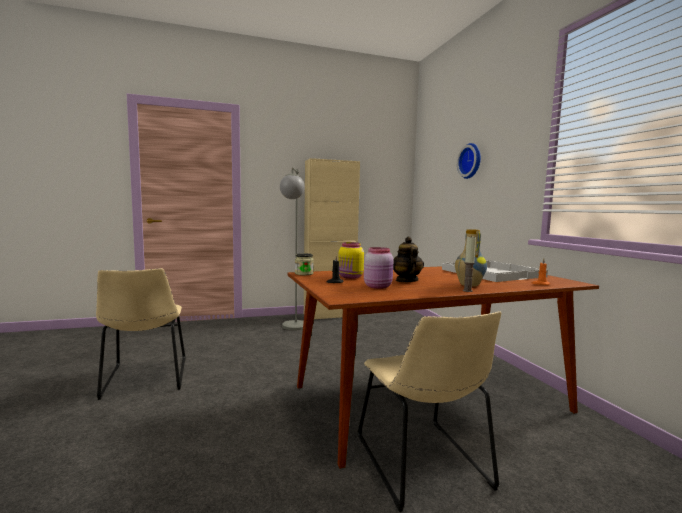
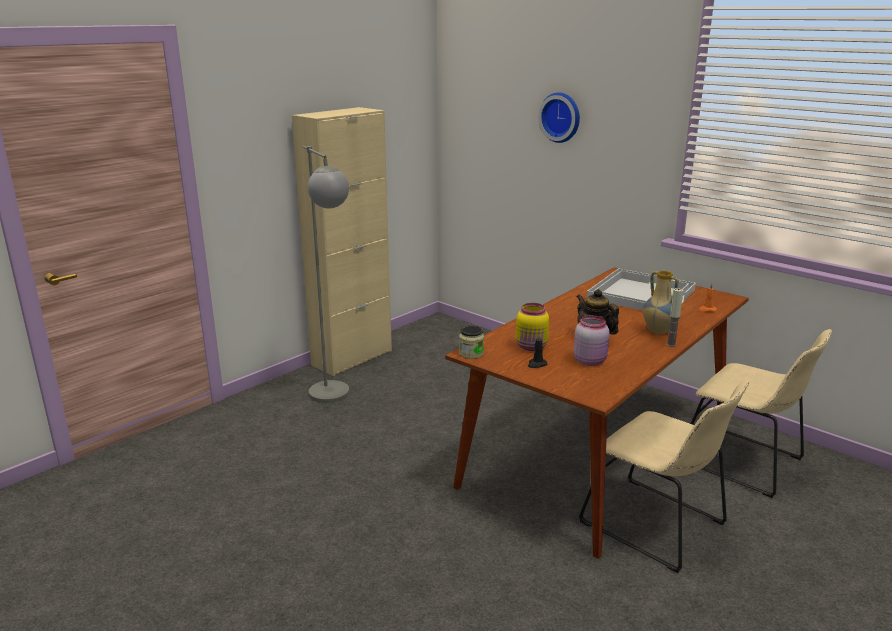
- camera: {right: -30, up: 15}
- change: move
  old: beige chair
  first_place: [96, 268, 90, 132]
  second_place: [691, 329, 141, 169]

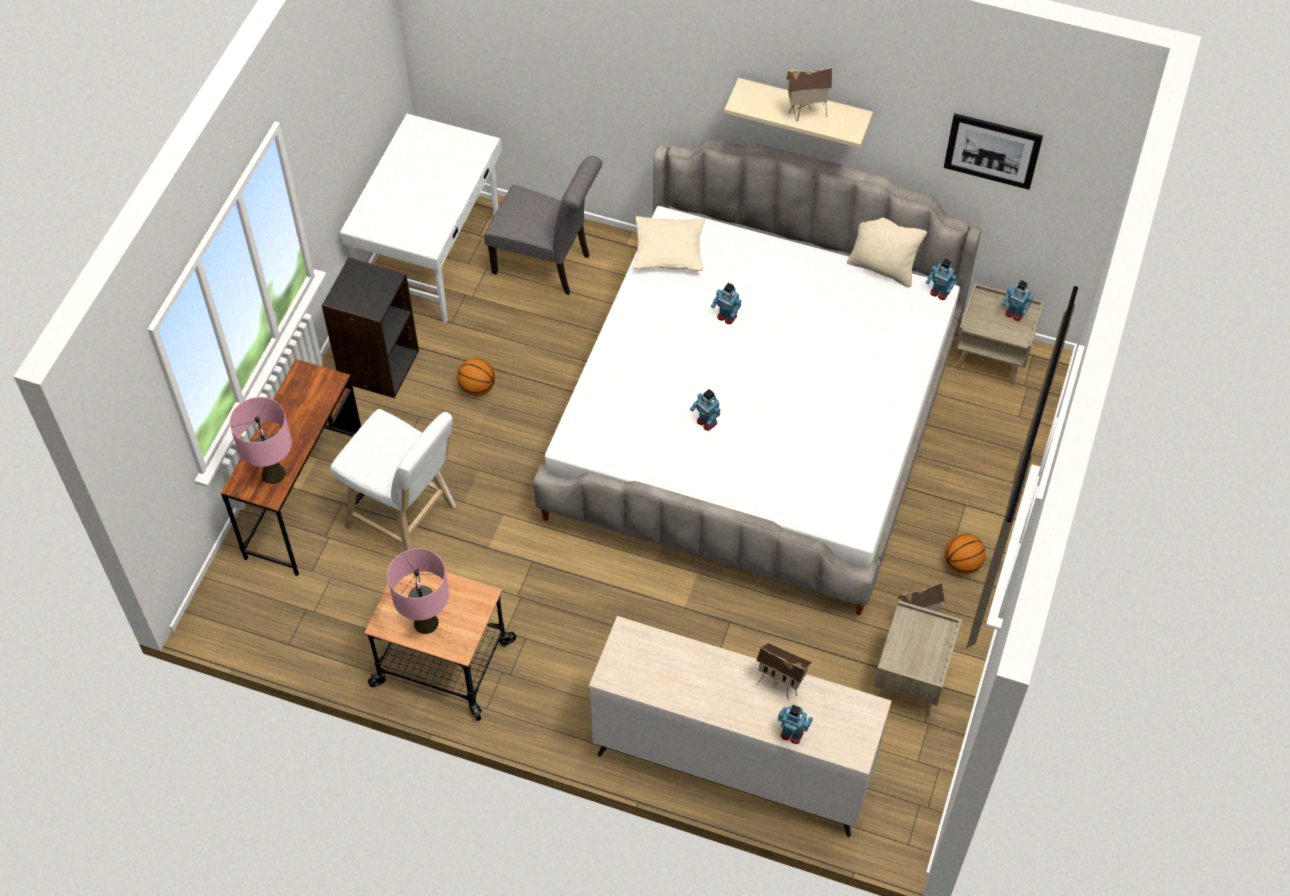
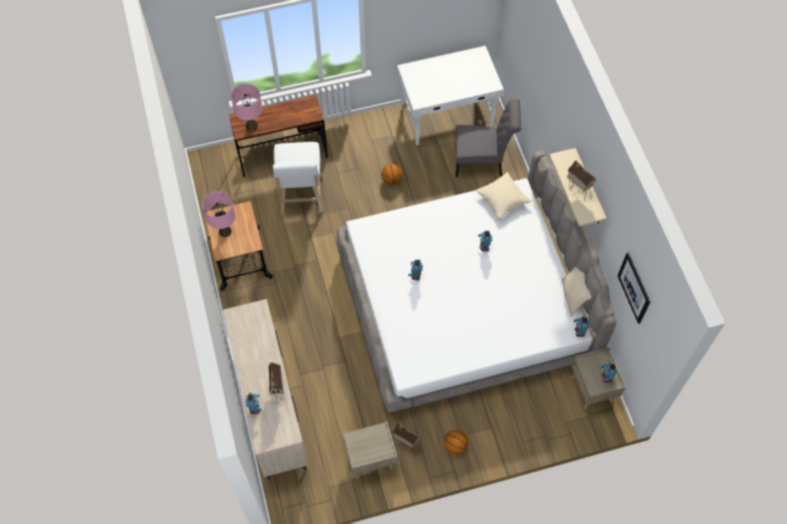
- camera: {right: 55, up: 5}
- change: delete
  old: black bookcase
  first_place: [321, 257, 98, 141]
- change: rotate
  old: grey chair
  first_place: [484, 156, 119, 139]
  second_place: [455, 98, 66, 79]
  degrees: -75

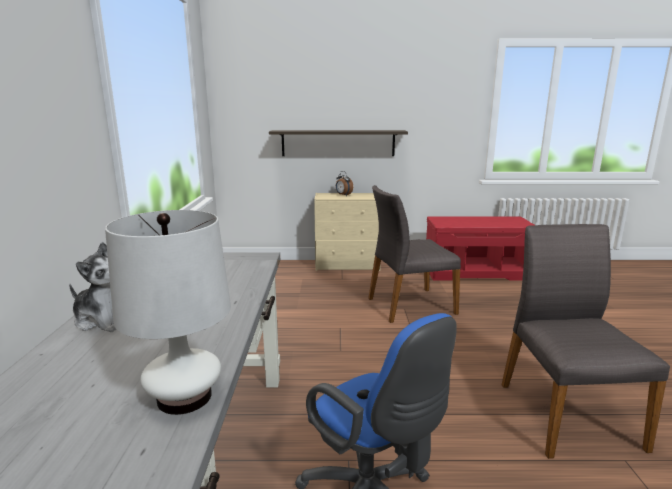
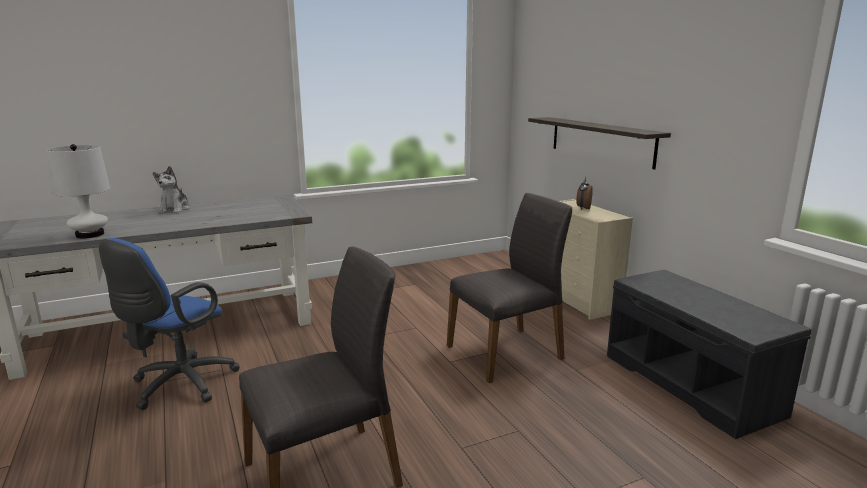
- camera: {right: 65, up: 0}
- change: recolor
  old: red bench
  new: grey bench
  first_place: [426, 216, 108, 65]
  second_place: [607, 270, 205, 169]
- change: rotate
  old: grey chair
  first_place: [368, 185, 93, 138]
  second_place: [447, 193, 126, 190]
  degrees: 105

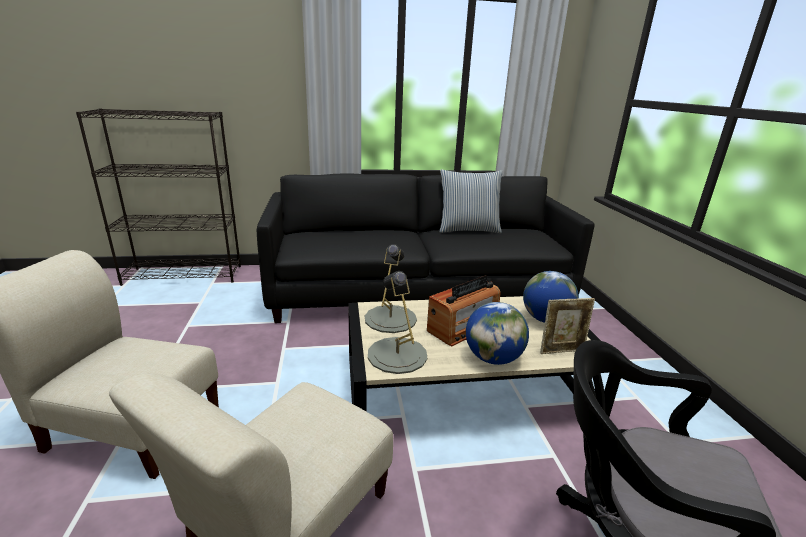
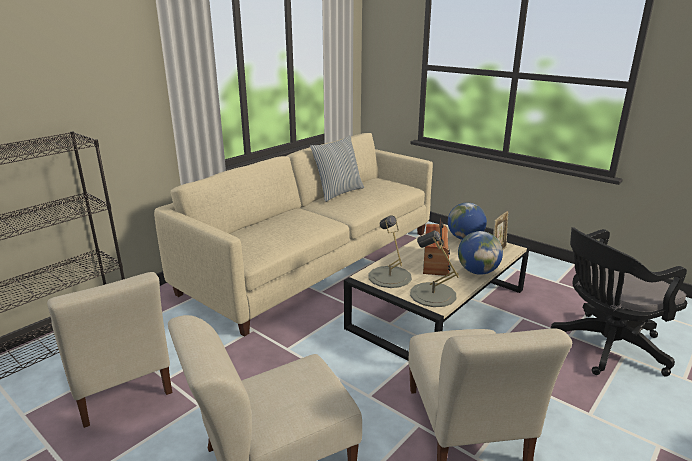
- camera: {right: -40, up: 0}
- change: insert
  new: beige chair
  second_place: [47, 272, 125, 156]
- change: recolor
  old: black sofa
  new: beige sofa
  first_place: [257, 174, 338, 149]
  second_place: [154, 133, 279, 204]

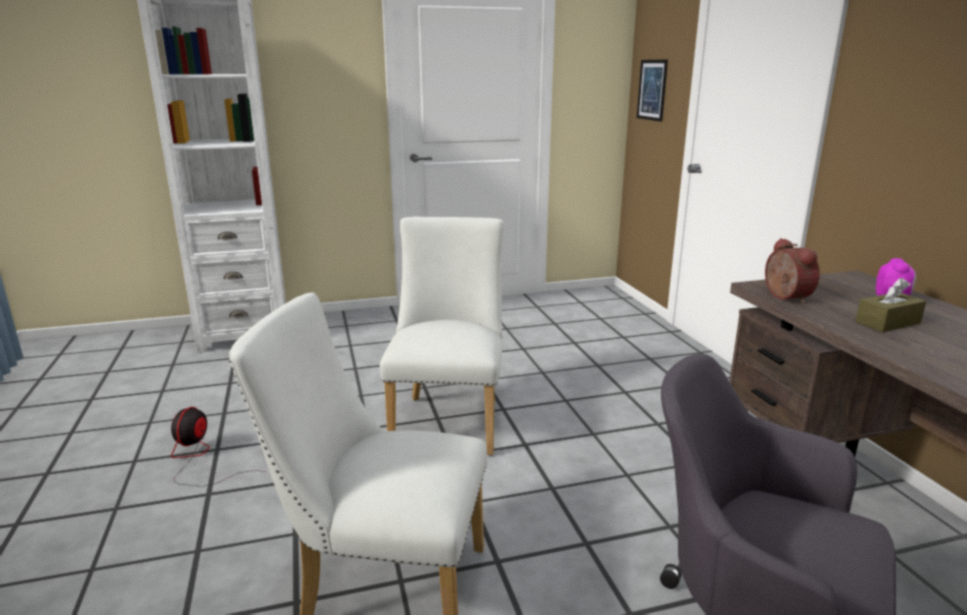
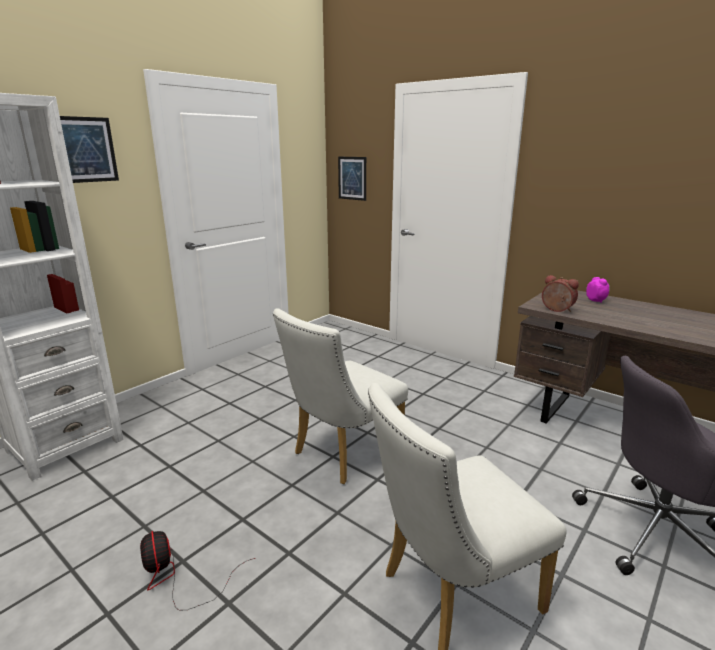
- camera: {right: -35, up: 0}
- change: delete
  old: brown tissue box
  first_place: [855, 278, 71, 54]
- change: insert
  new: picture
  second_place: [60, 116, 59, 67]
- change: rotate
  old: white chair
  first_place: [380, 217, 124, 239]
  second_place: [273, 308, 135, 176]
  degrees: -105

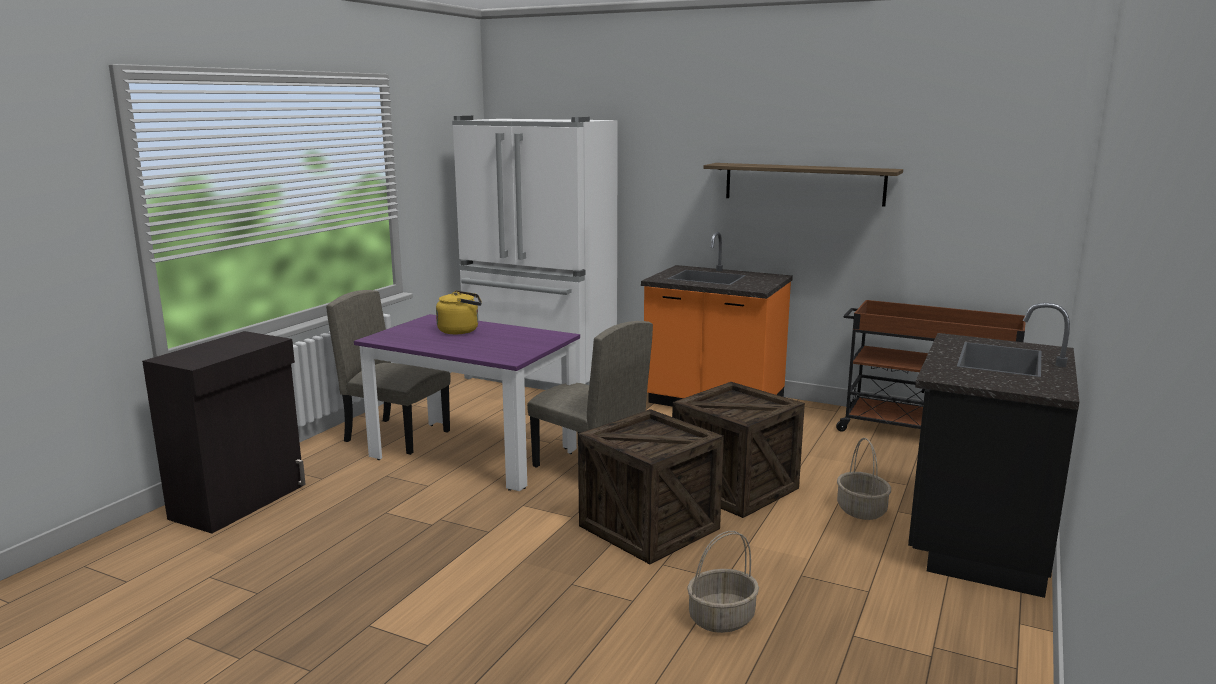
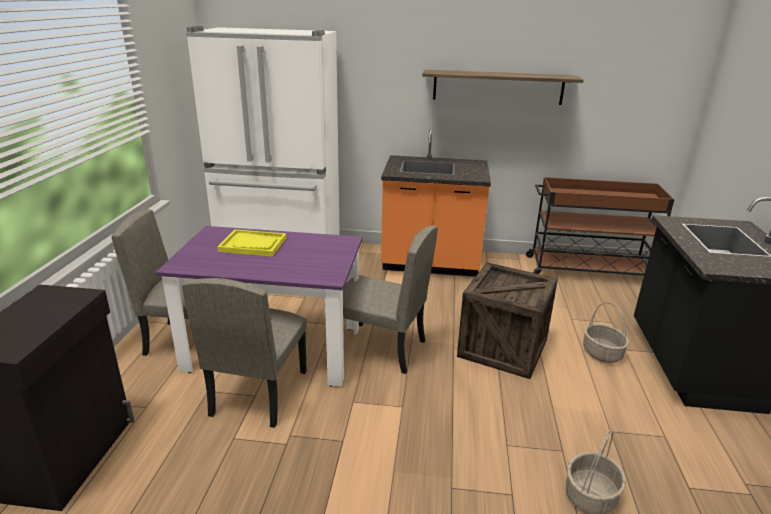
- camera: {right: -20, up: 10}
- change: delete
  old: crate
  first_place: [578, 409, 146, 155]
- change: insert
  new: beige chair
  second_place: [182, 278, 125, 150]
- change: replace
  old: yellow kettle
  new: yellow tray
  first_place: [436, 290, 46, 44]
  second_place: [217, 229, 69, 28]

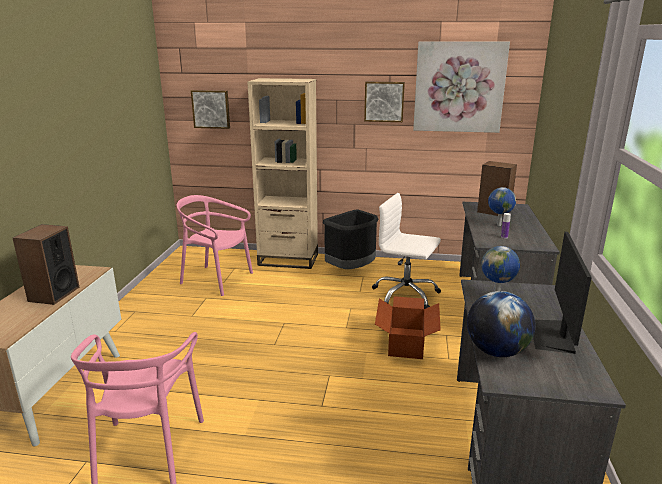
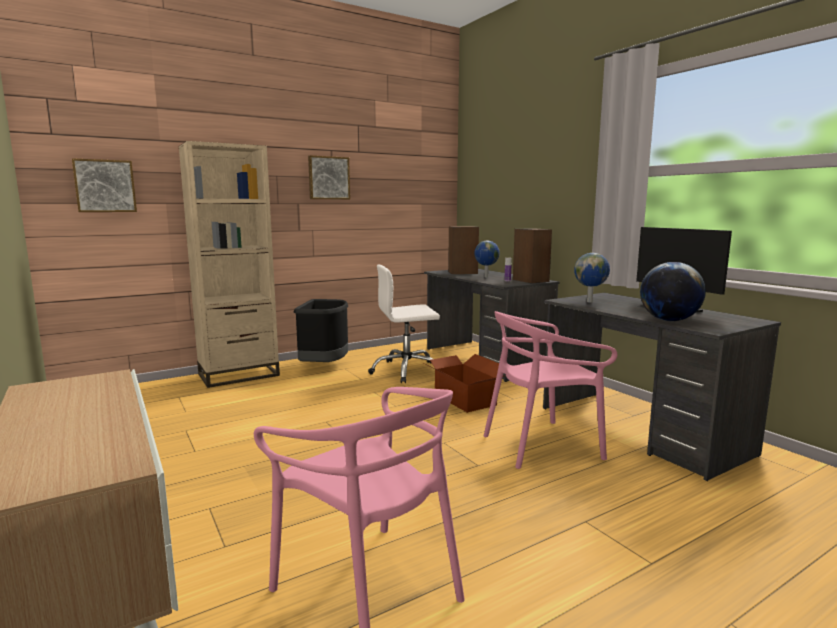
- camera: {right: -40, up: -10}
- change: delete
  old: picture
  first_place: [413, 41, 97, 92]
- change: move
  old: speaker
  first_place: [13, 224, 67, 81]
  second_place: [513, 228, 39, 55]
- change: move
  old: pink chair
  first_place: [177, 195, 76, 101]
  second_place: [484, 311, 133, 158]

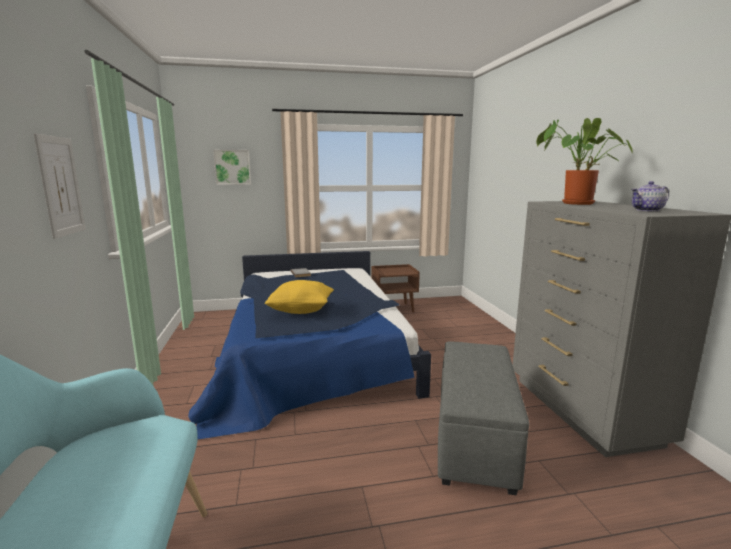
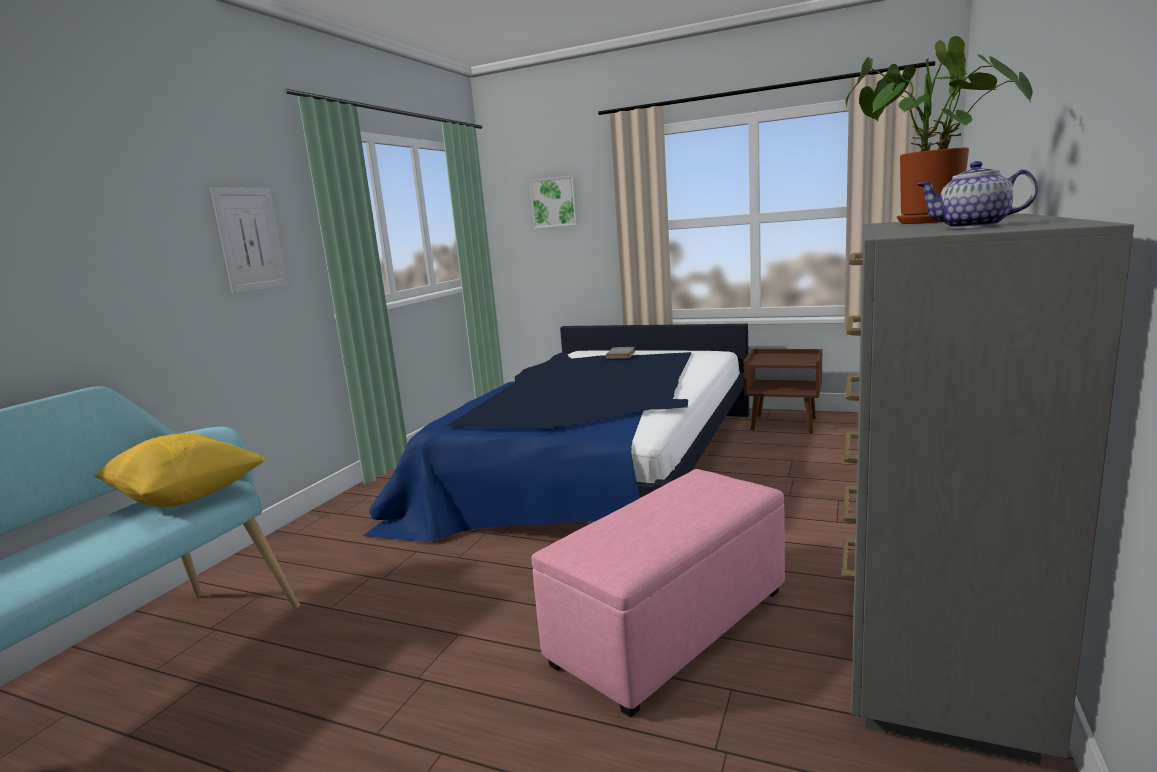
- camera: {right: 35, up: 0}
- change: move
  old: yellow pillow
  first_place: [264, 280, 70, 34]
  second_place: [94, 433, 172, 74]
- change: recolor
  old: grey ottoman
  new: pink ottoman
  first_place: [438, 341, 91, 154]
  second_place: [531, 469, 254, 249]

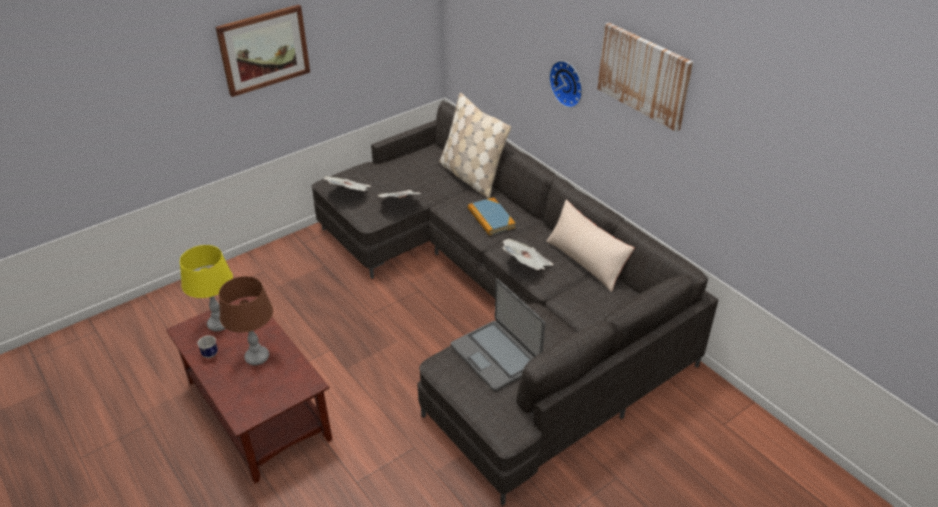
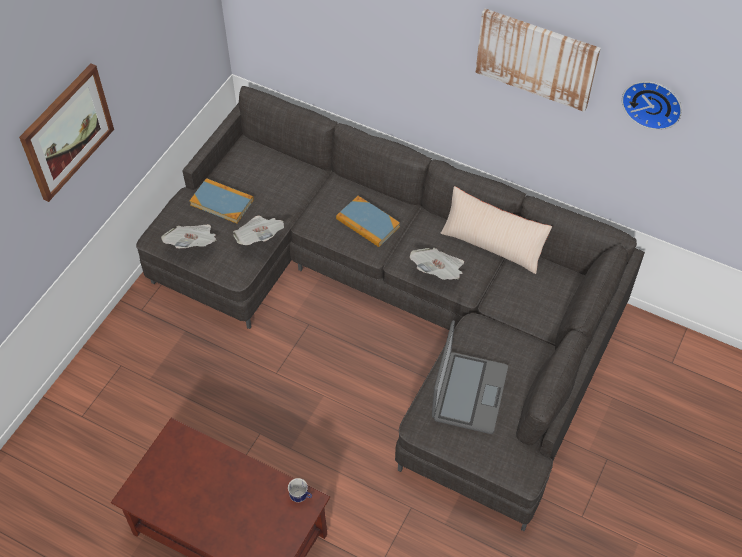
- camera: {right: -25, up: 15}
- change: delete
  old: yellow table lamp
  first_place: [180, 245, 53, 86]
- change: delete
  old: brown table lamp
  first_place: [219, 276, 54, 89]
- change: delete
  old: beige pillow
  first_place: [439, 93, 72, 105]
- change: insert
  new: book
  second_place: [190, 178, 64, 45]
- change: move
  old: mug
  first_place: [197, 335, 21, 23]
  second_place: [288, 478, 24, 24]
- change: move
  old: wall clock
  first_place: [549, 60, 33, 48]
  second_place: [622, 81, 60, 49]
- change: rotate
  old: laptop
  first_place: [451, 279, 94, 112]
  second_place: [432, 320, 76, 114]
  degrees: -105

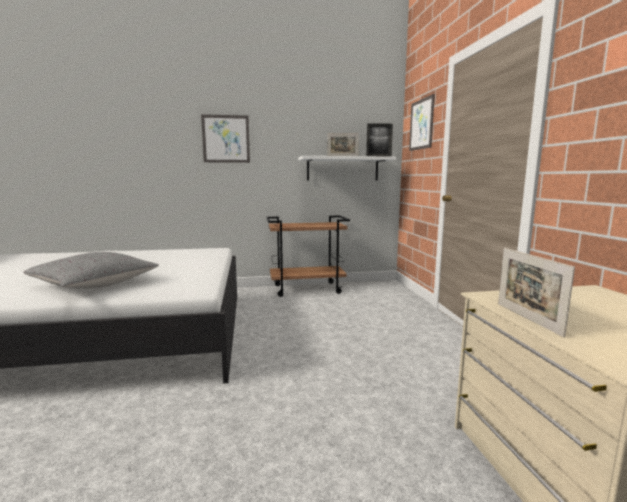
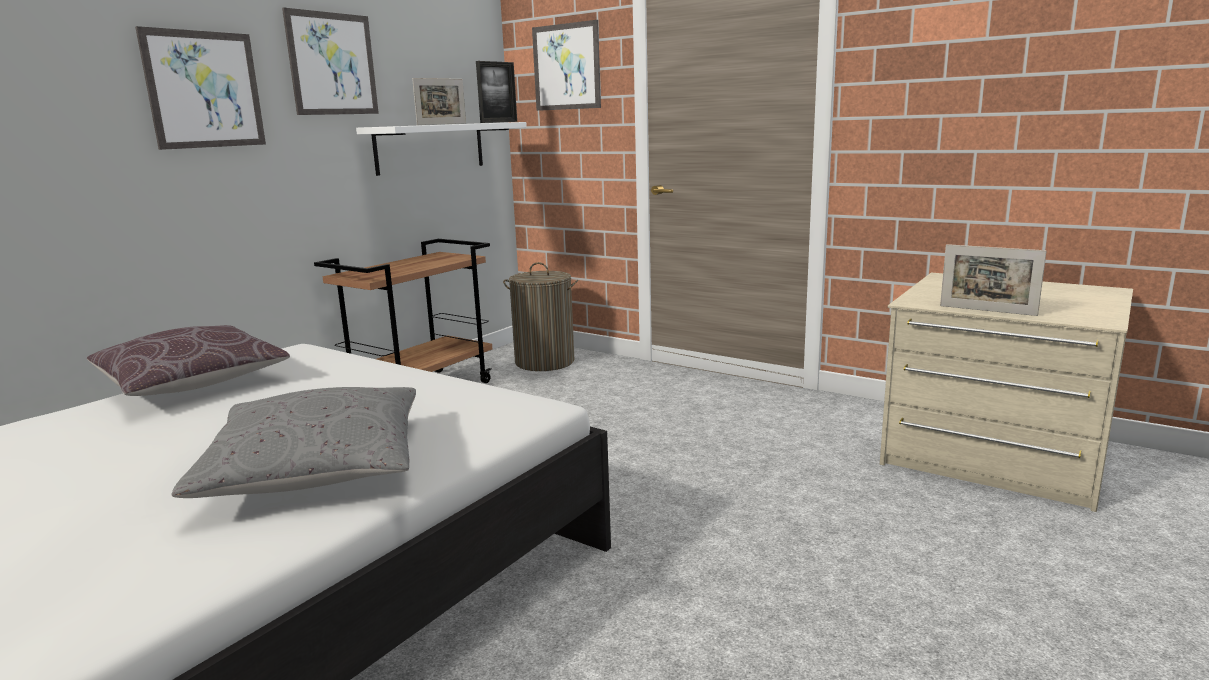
- camera: {right: -45, up: 5}
- change: insert
  new: brown pillow
  second_place: [87, 325, 203, 71]
- change: insert
  new: picture
  second_place: [282, 8, 97, 107]
- change: insert
  new: laundry basket
  second_place: [503, 262, 75, 109]

